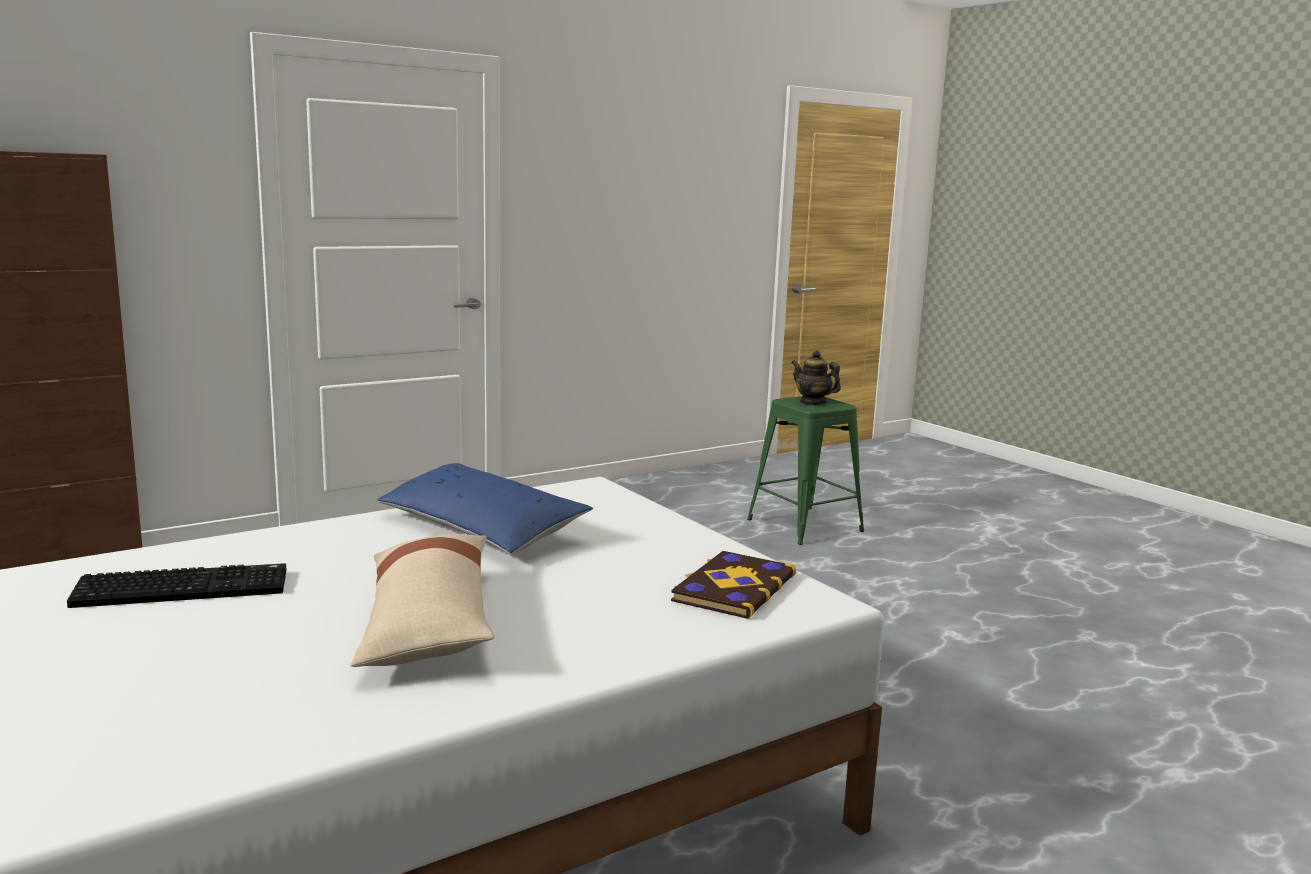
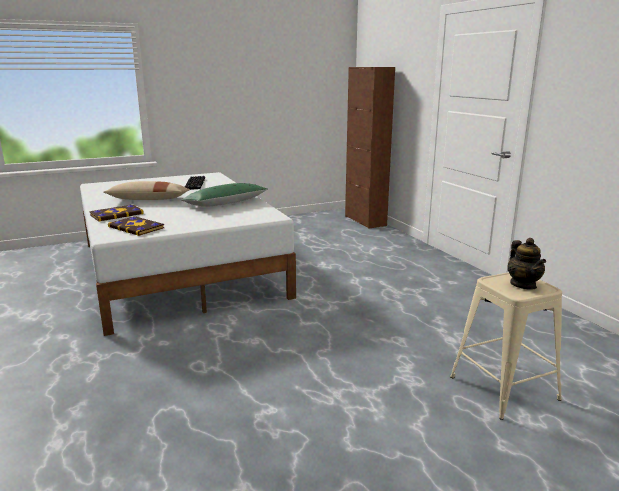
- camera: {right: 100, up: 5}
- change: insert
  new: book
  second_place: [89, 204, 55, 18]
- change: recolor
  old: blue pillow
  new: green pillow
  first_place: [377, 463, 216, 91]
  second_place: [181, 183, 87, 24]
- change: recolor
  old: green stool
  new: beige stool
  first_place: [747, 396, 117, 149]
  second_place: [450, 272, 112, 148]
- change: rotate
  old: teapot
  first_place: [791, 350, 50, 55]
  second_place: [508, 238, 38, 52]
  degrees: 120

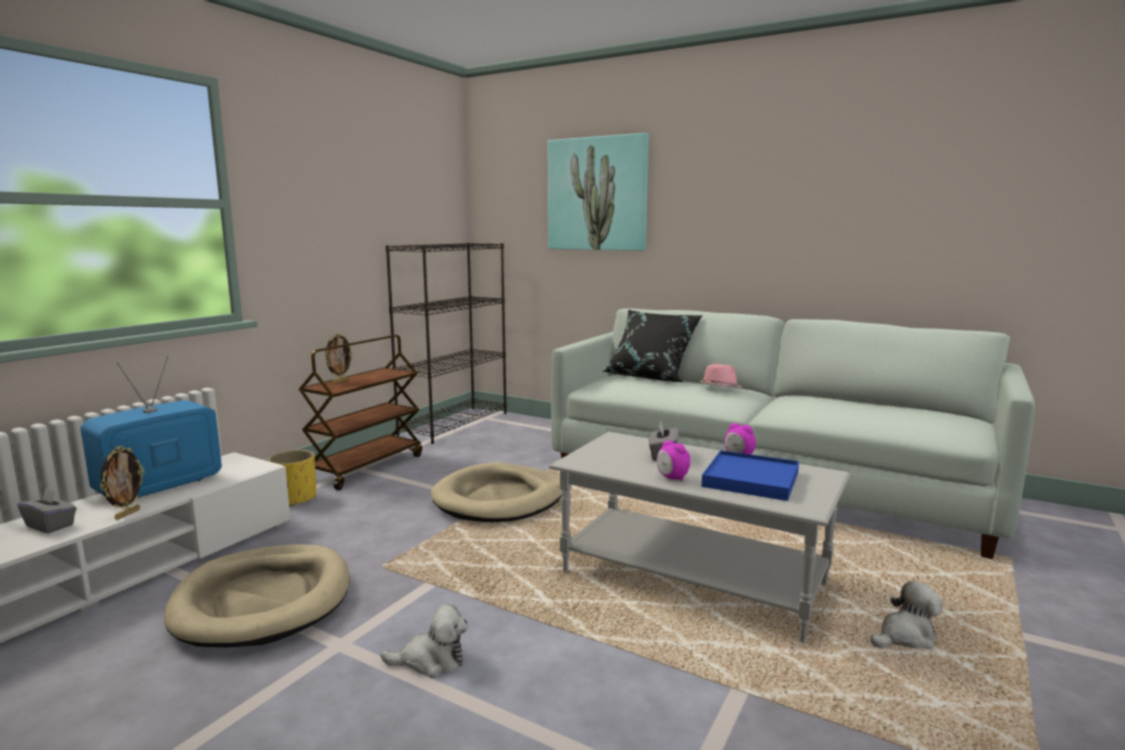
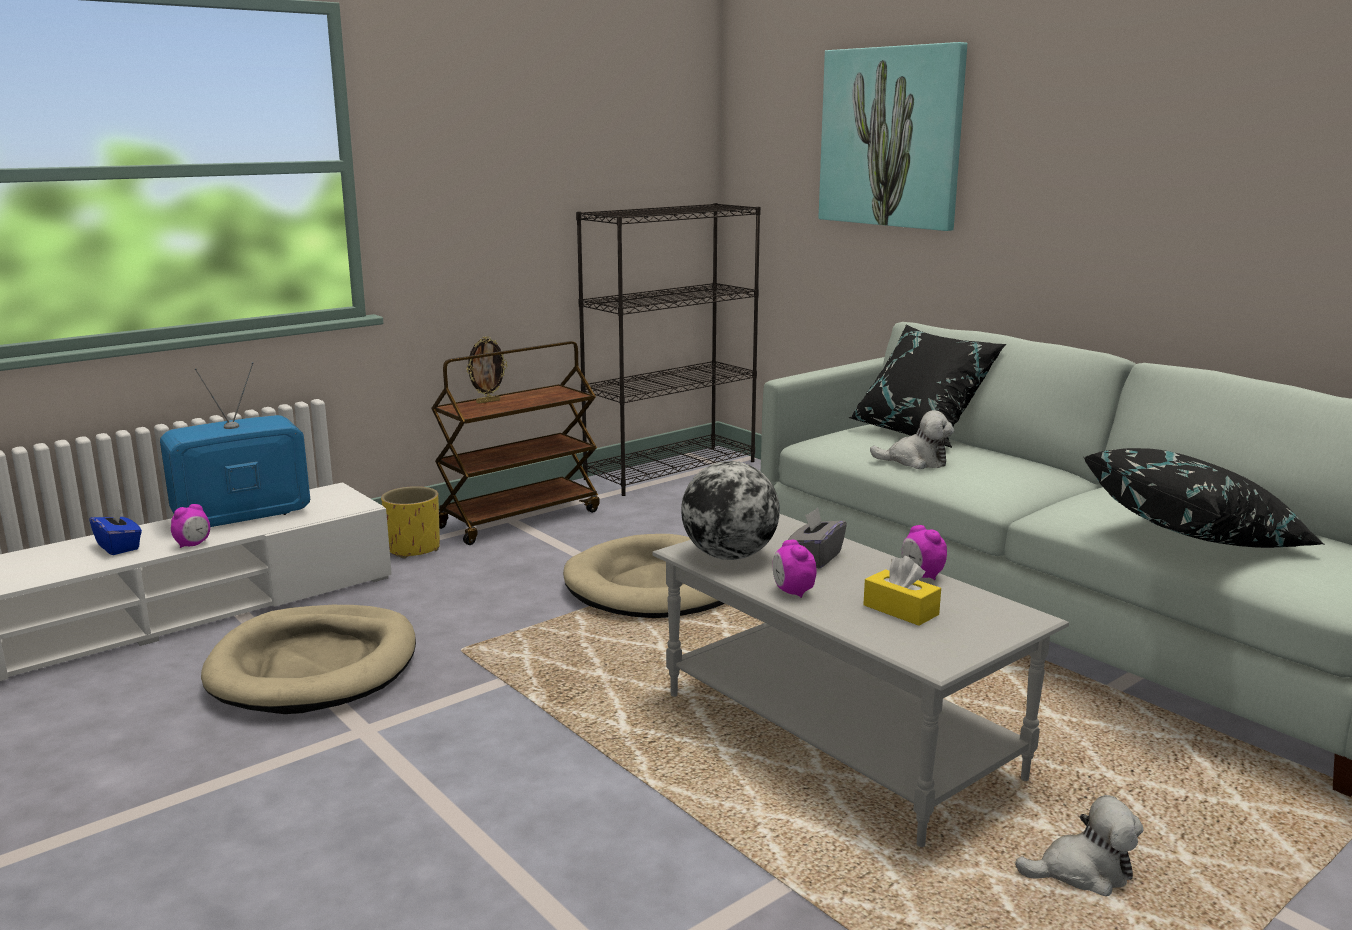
- camera: {right: 20, up: 5}
- change: delete
  old: pink hat
  first_place: [700, 364, 42, 23]
- change: insert
  new: globe
  second_place: [681, 461, 99, 99]
- change: insert
  new: black pillow
  second_place: [1083, 448, 242, 100]
- change: move
  old: plush toy
  first_place: [380, 604, 88, 74]
  second_place: [870, 410, 84, 59]
- change: replace
  old: picture frame
  new: alarm clock
  first_place: [100, 446, 45, 74]
  second_place: [171, 504, 39, 44]
- change: replace
  old: blue tray
  new: yellow tissue box
  first_place: [702, 450, 97, 51]
  second_place: [863, 556, 78, 70]
- change: recolor
  old: grey tissue box
  new: blue tissue box
  first_place: [17, 488, 60, 45]
  second_place: [89, 505, 53, 50]

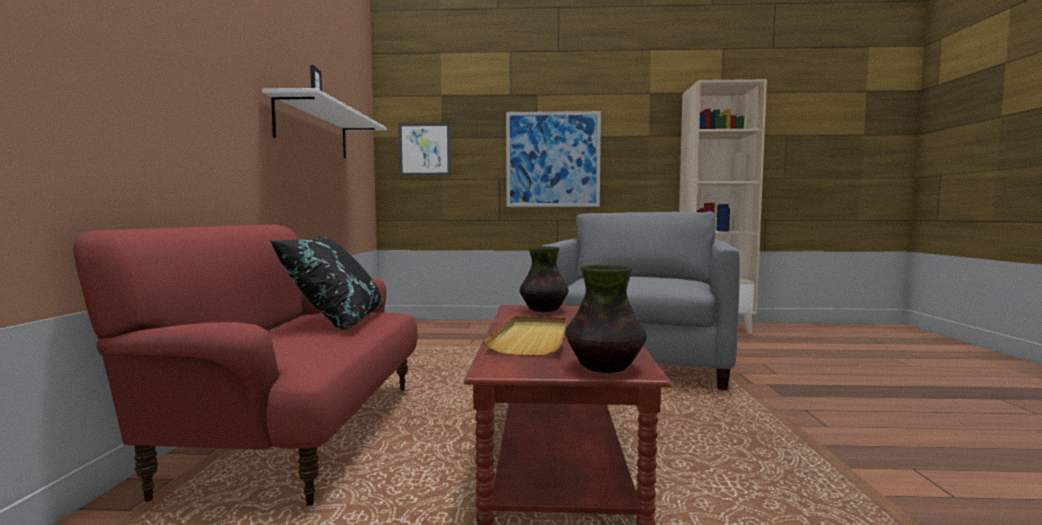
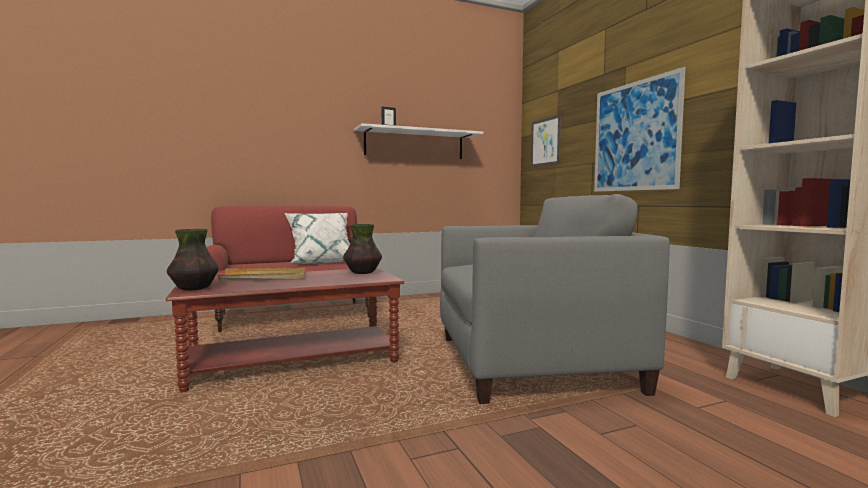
- camera: {right: 65, up: 0}
- change: recolor
  old: black pillow
  new: white pillow
  first_place: [270, 236, 113, 93]
  second_place: [285, 213, 65, 51]

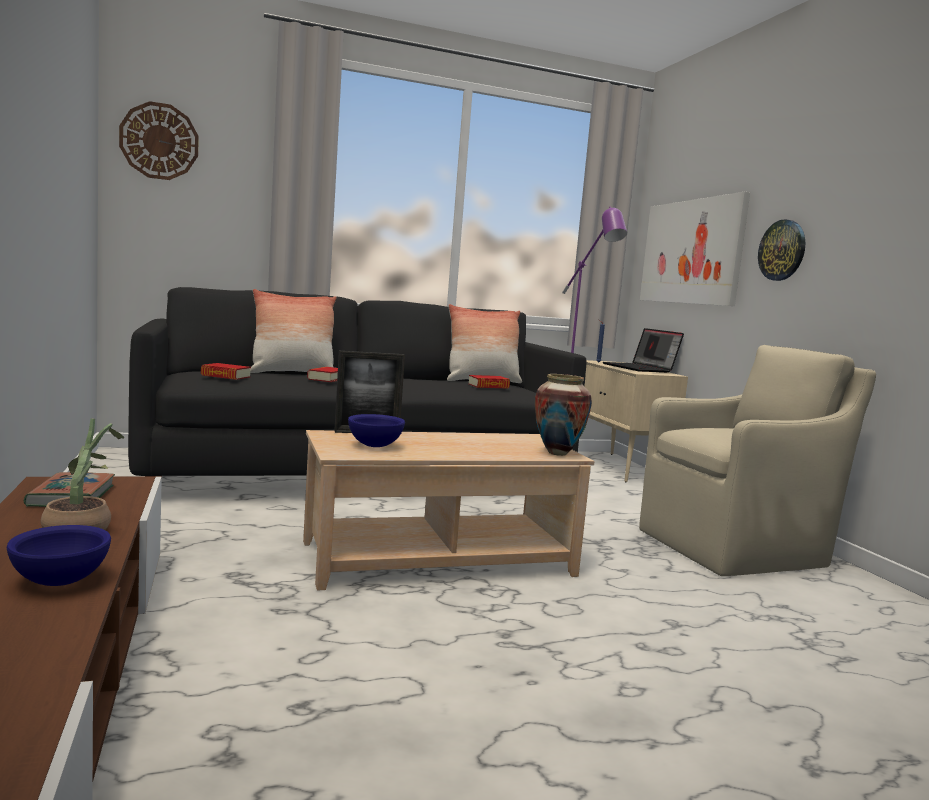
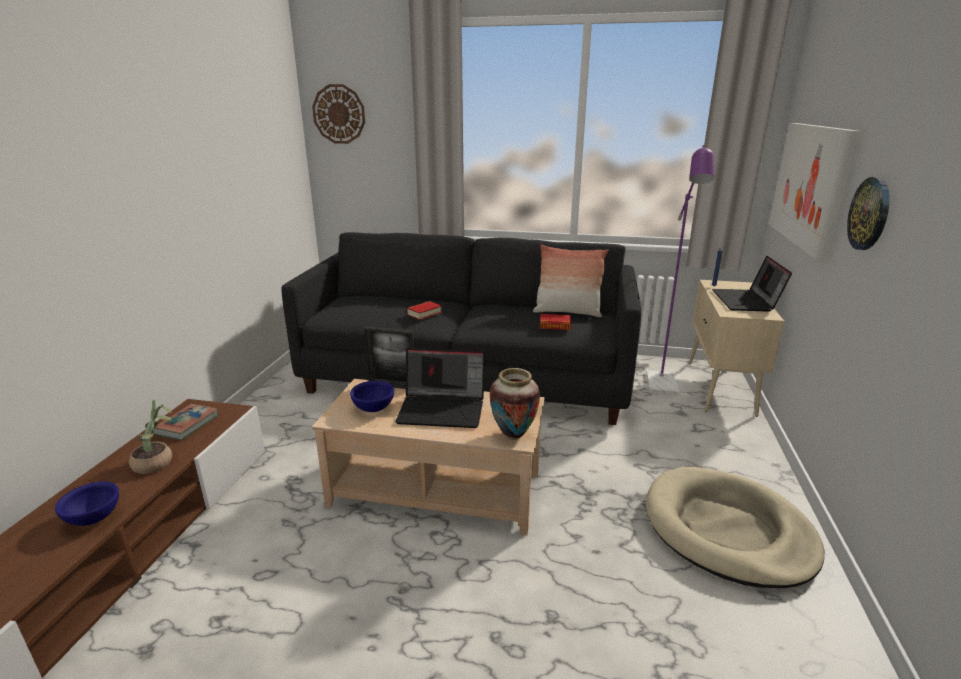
- camera: {right: 30, up: 15}
- change: delete
  old: book
  first_place: [201, 363, 50, 17]
- change: delete
  old: pillow
  first_place: [250, 289, 86, 84]
- change: insert
  new: laptop
  second_place: [395, 348, 90, 80]
- change: replace
  old: beige armchair
  new: beige dog bed
  first_place: [639, 345, 237, 231]
  second_place: [646, 467, 178, 121]

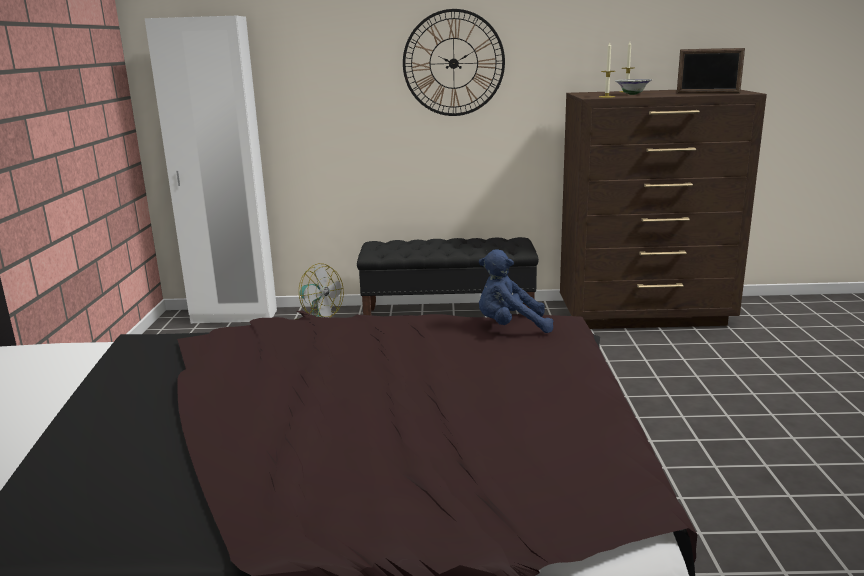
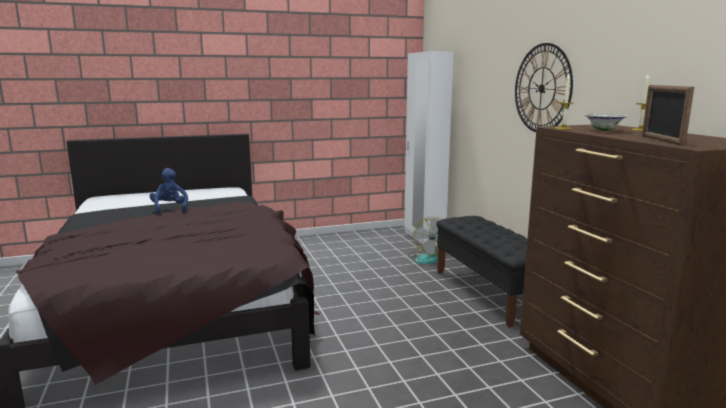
- camera: {right: 70, up: -5}
- change: move
  old: blue plush toy
  first_place: [479, 249, 74, 84]
  second_place: [150, 168, 38, 45]

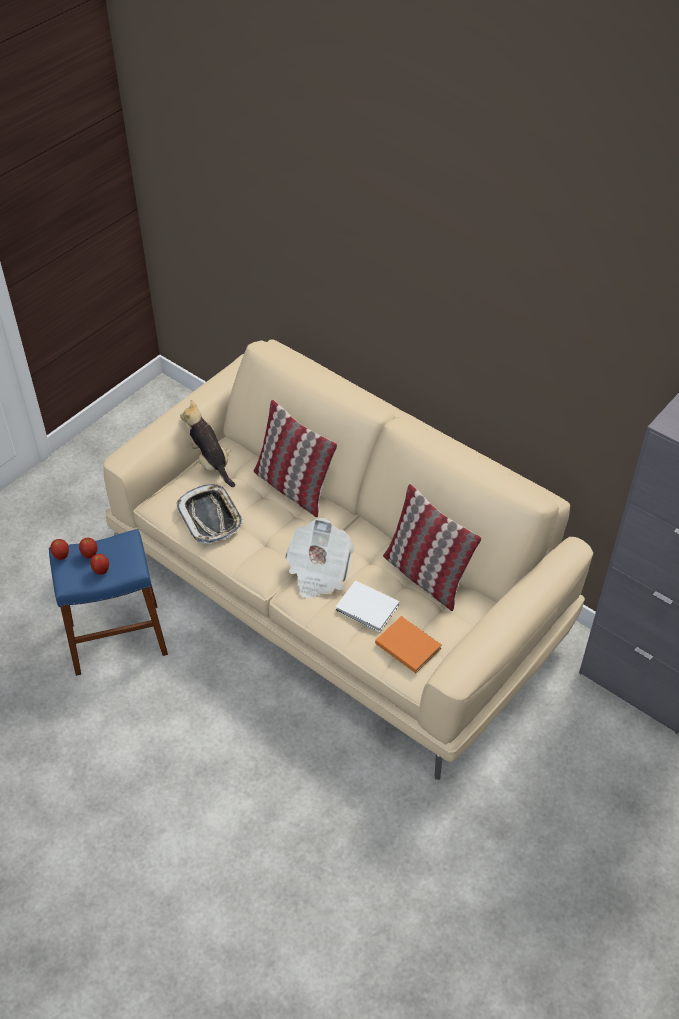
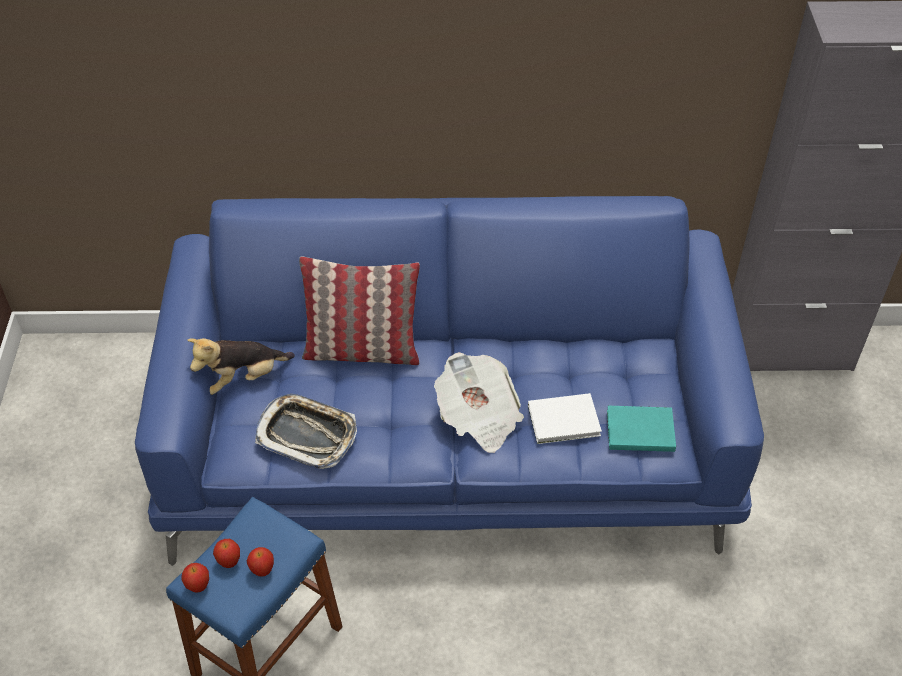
- camera: {right: -40, up: 0}
- change: delete
  old: pillow
  first_place: [383, 484, 99, 127]
- change: recolor
  old: beige sofa
  new: blue sofa
  first_place: [103, 339, 490, 441]
  second_place: [135, 196, 629, 370]
- change: recolor
  old: orange book
  new: turquoise book
  first_place: [375, 616, 66, 57]
  second_place: [607, 406, 69, 46]
- change: rotate
  old: plush toy
  first_place: [180, 400, 55, 87]
  second_place: [187, 338, 108, 57]
  degrees: -45

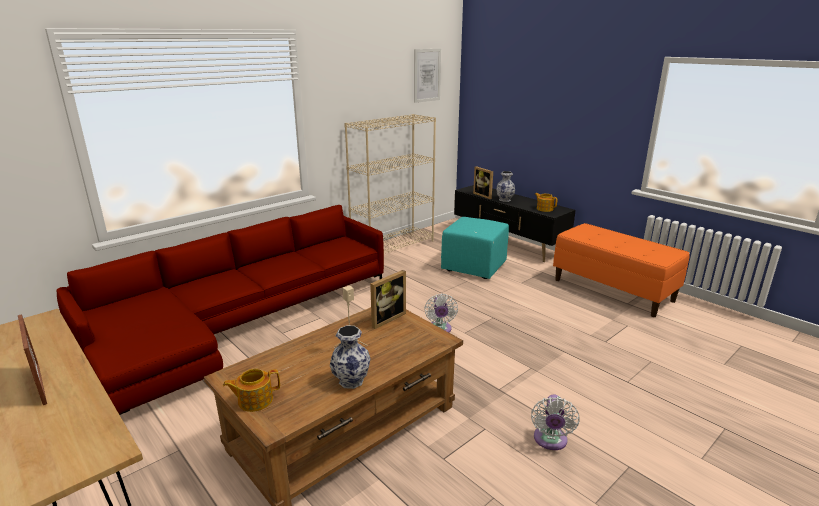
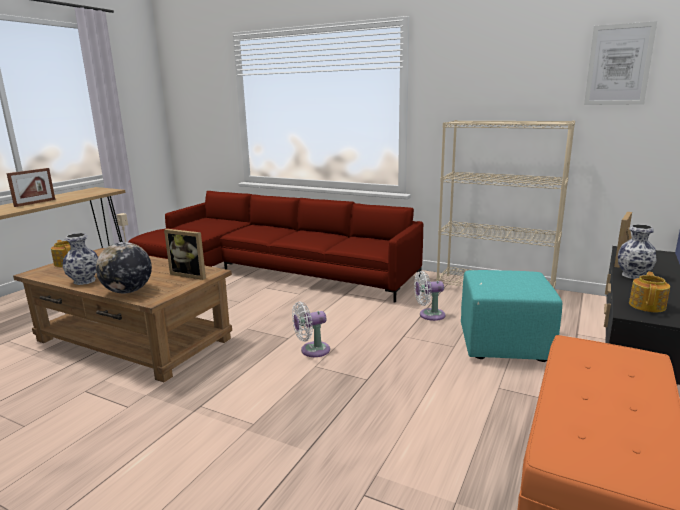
- camera: {right: 70, up: -5}
- change: insert
  new: globe
  second_place: [96, 242, 56, 52]
- change: move
  old: white fan
  first_place: [531, 395, 49, 55]
  second_place: [414, 271, 31, 50]

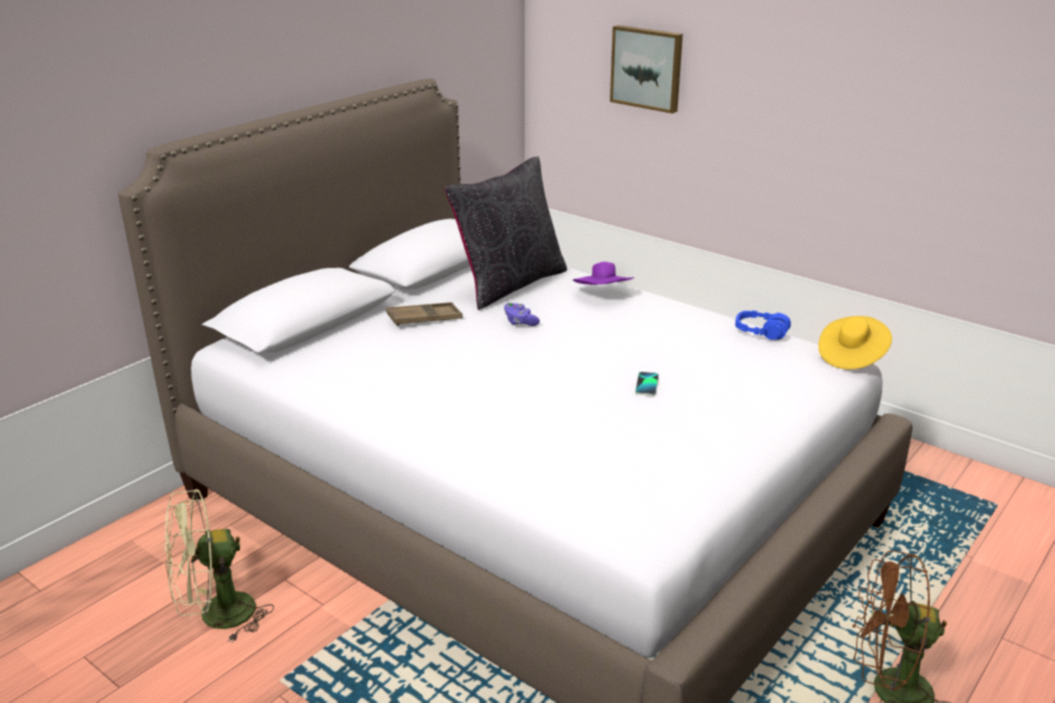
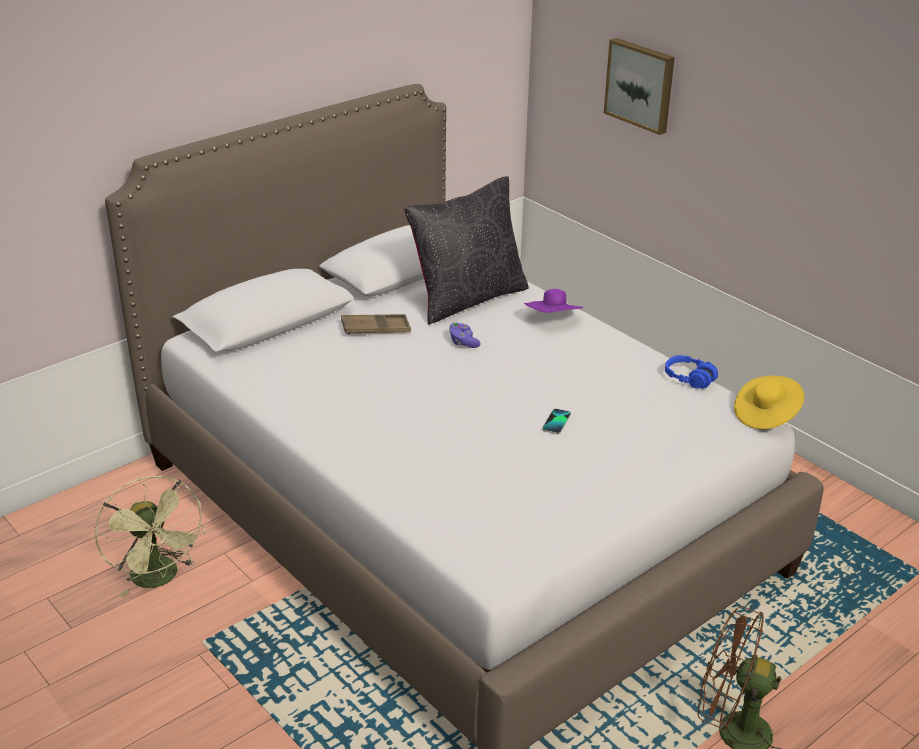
- camera: {right: 10, up: 5}
- change: rotate
  old: green fan
  first_place: [165, 489, 109, 153]
  second_place: [95, 476, 111, 122]
  degrees: -105

